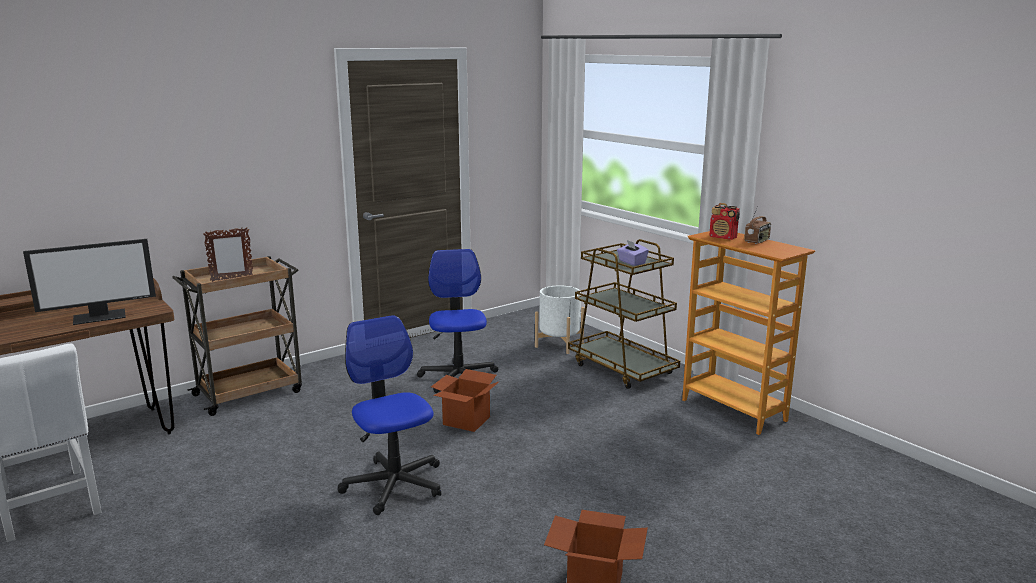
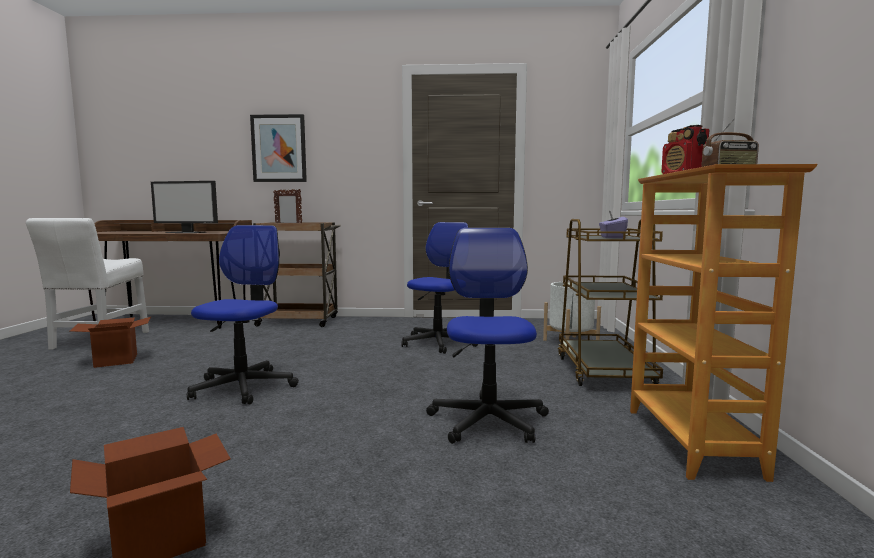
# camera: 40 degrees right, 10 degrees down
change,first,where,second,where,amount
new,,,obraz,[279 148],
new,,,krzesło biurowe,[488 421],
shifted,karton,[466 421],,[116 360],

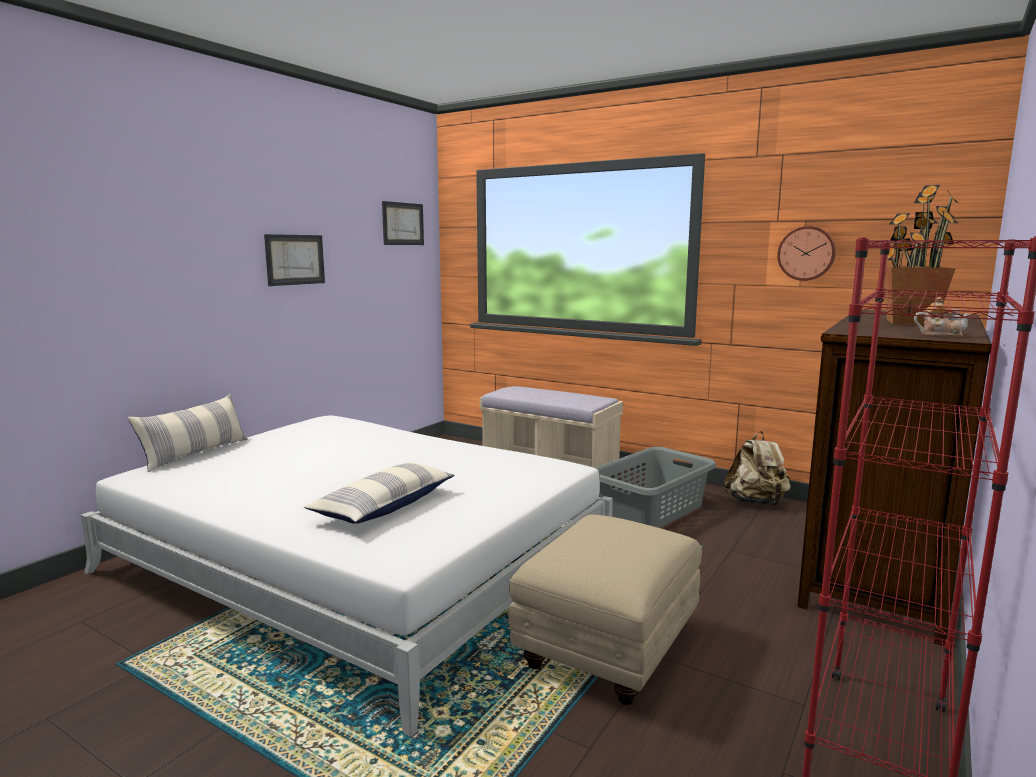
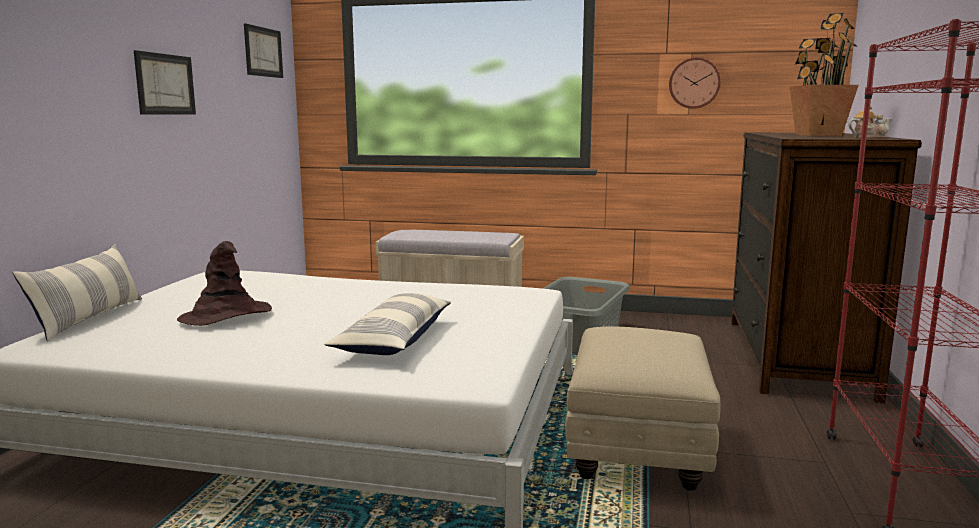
# camera: 20 degrees left, 0 degrees up
change,first,where,second,where,amount
gone,plecak/beżowy,[756 502],,,
new,,,kapelusz/brązowy,[226 315],

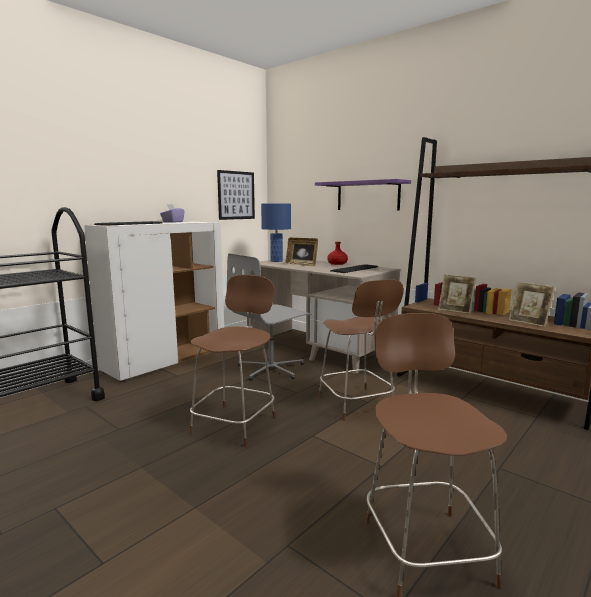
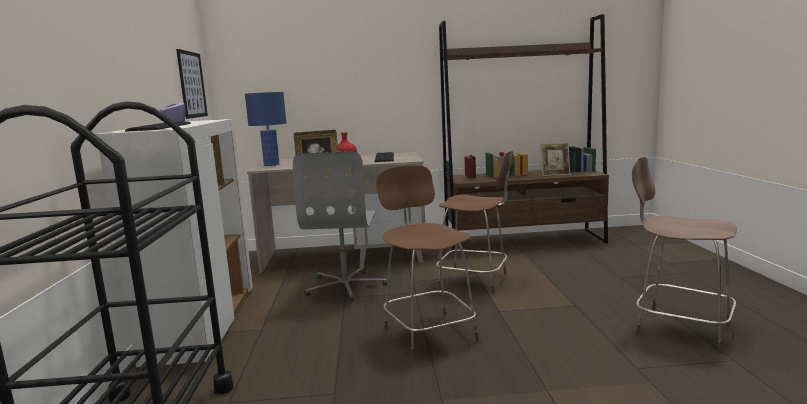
# camera: 45 degrees left, 0 degrees up
change,first,where,second,where,amount
gone,półka/fioletowy,[367 196],,,
gone,ramka na zdjęcie,[455 310],,,

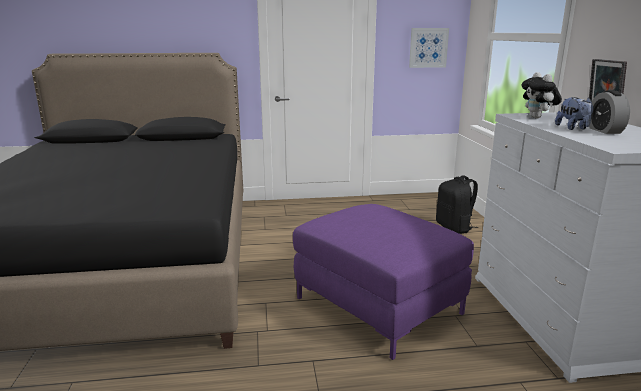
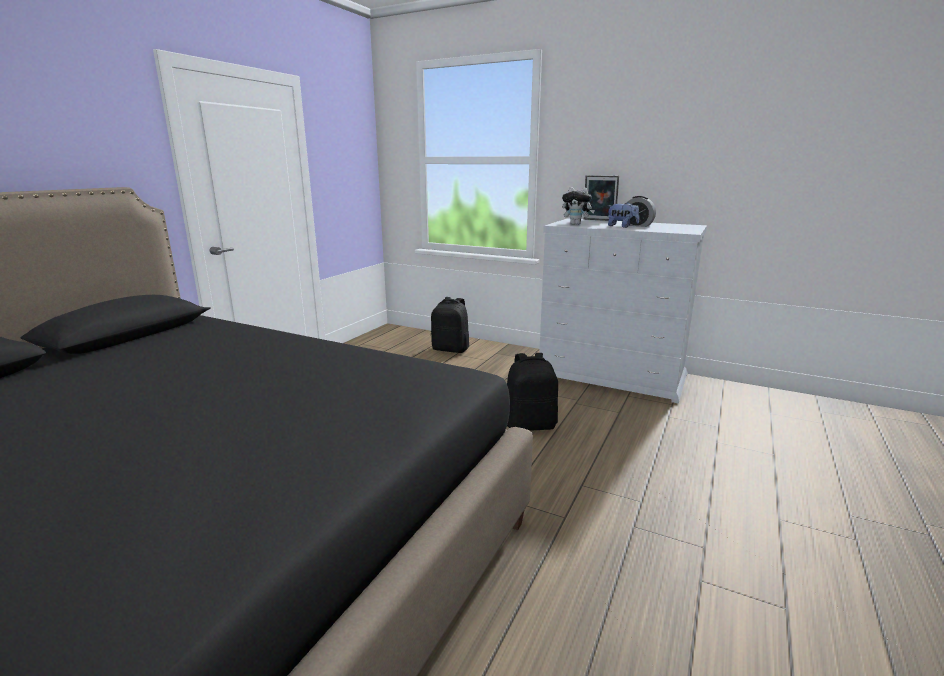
# camera: 55 degrees left, 0 degrees up
change,first,where,second,where,amount
gone,obraz,[428 47],,,
swapped,pufa/fioletowy,[379 306],plecak/czarny,[530 425],

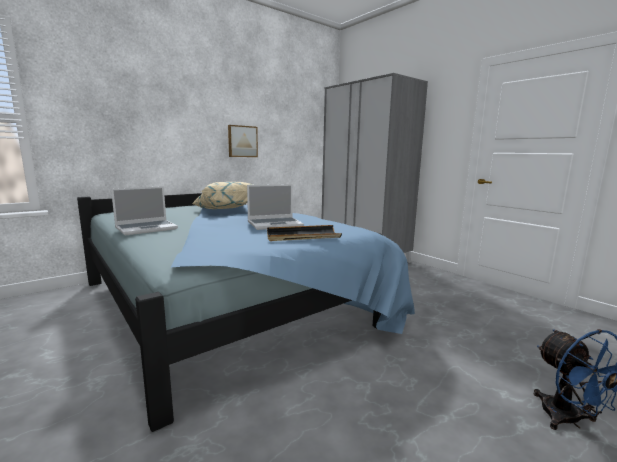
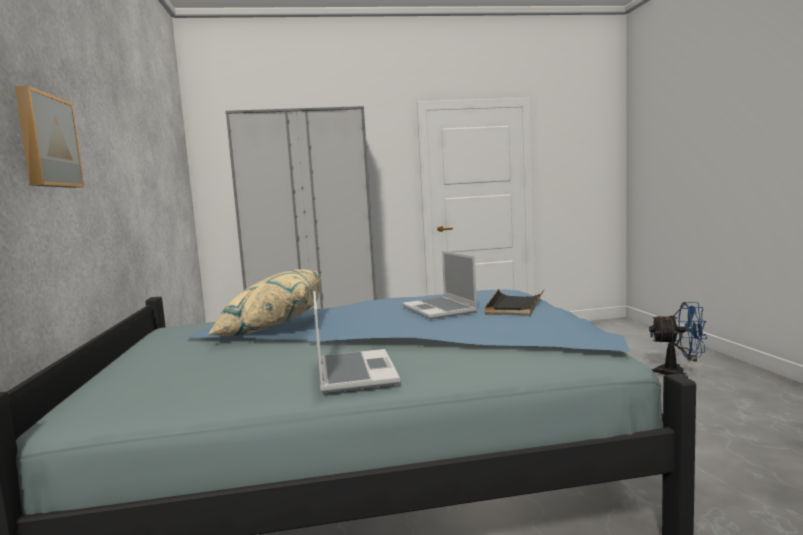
# camera: 60 degrees left, 5 degrees down
change,first,where,second,where,amount
shifted,obraz,[242 141],,[46 141],
rotated,laptop,[275 224],,[440 310],150 degrees clockwise

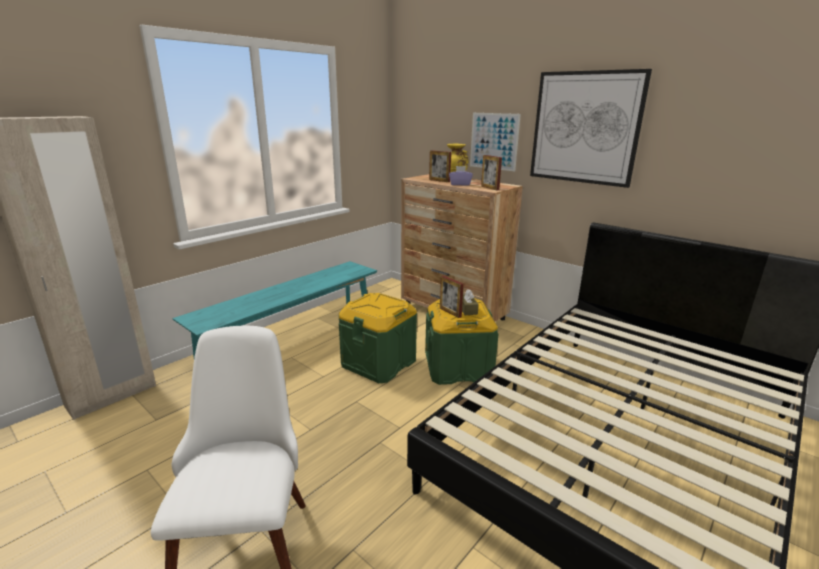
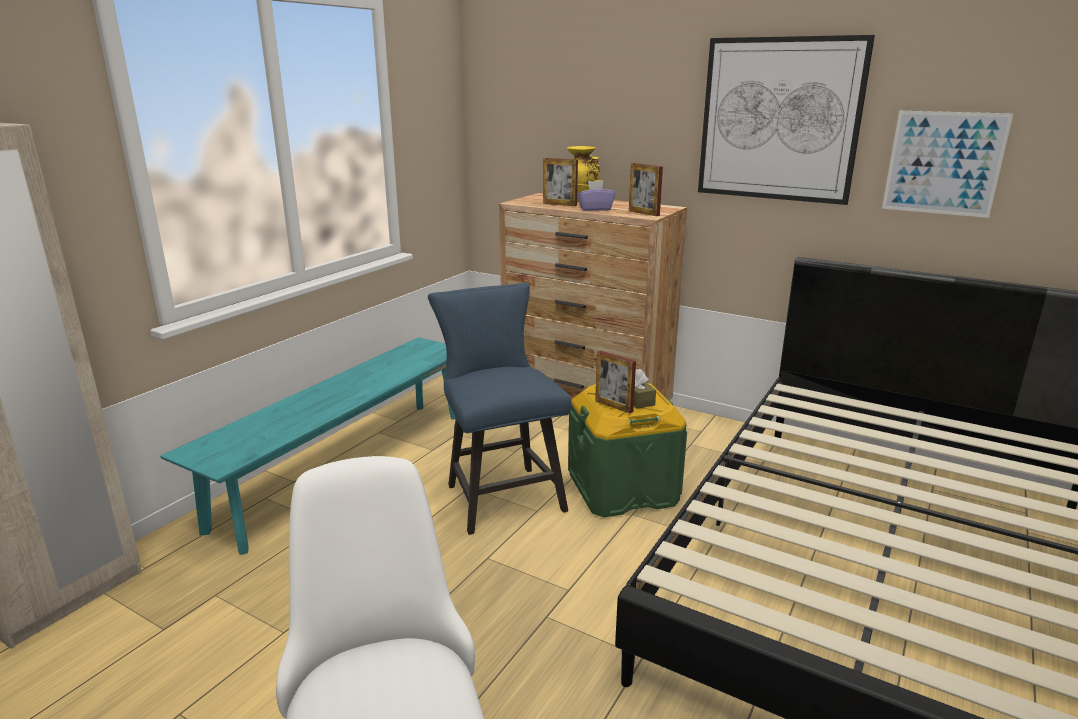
# camera: 10 degrees left, 0 degrees up
change,first,where,second,where,amount
shifted,obraz,[494 141],,[943 163],
swapped,pojemnik do przechowywania/zielony,[378 363],krzesło/niebieski,[500 494],

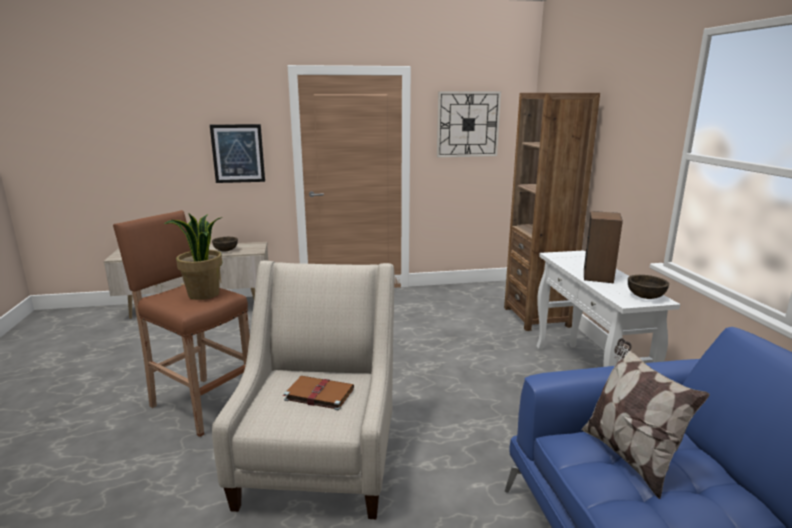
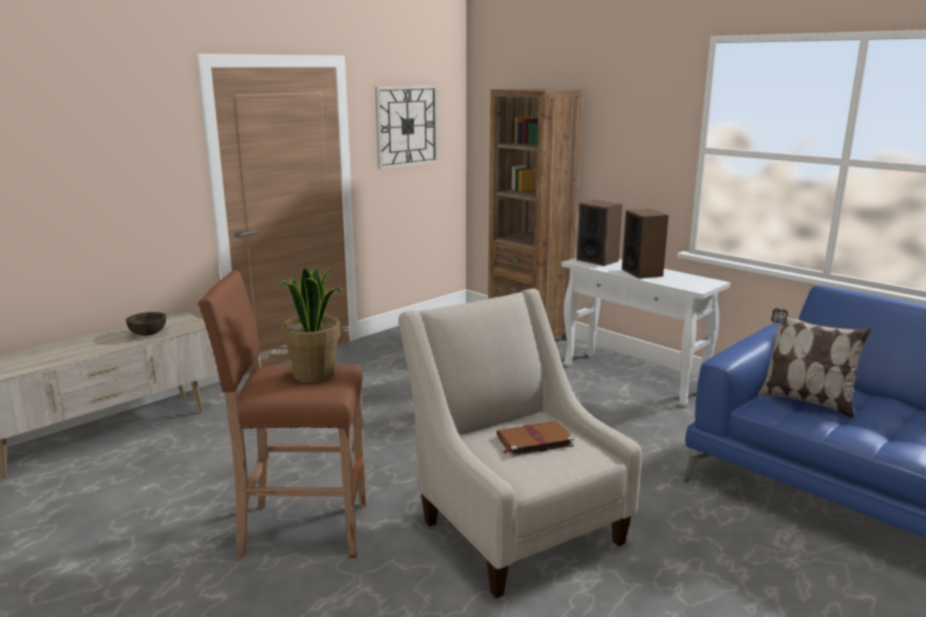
# camera: 35 degrees left, 0 degrees up
change,first,where,second,where,amount
gone,obraz,[238 153],,,
gone,miska/brązowy,[645 296],,,
new,,,głośnik,[597 260],

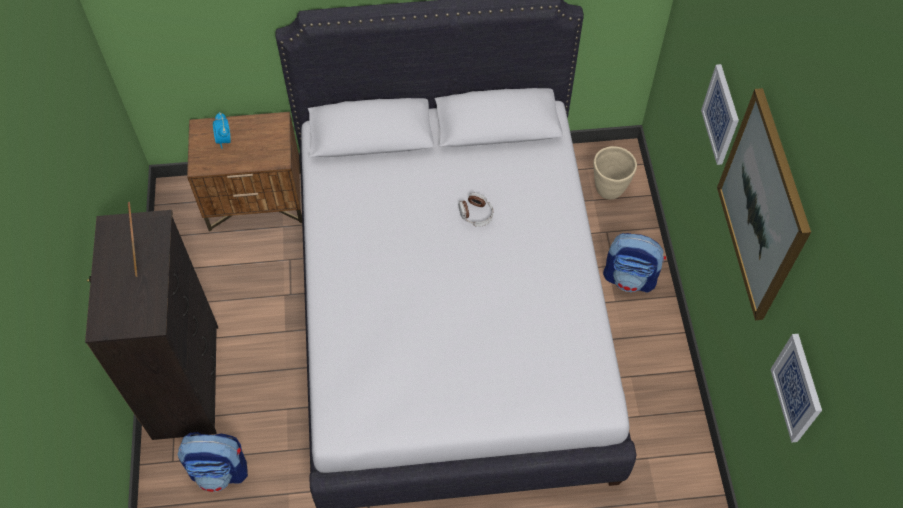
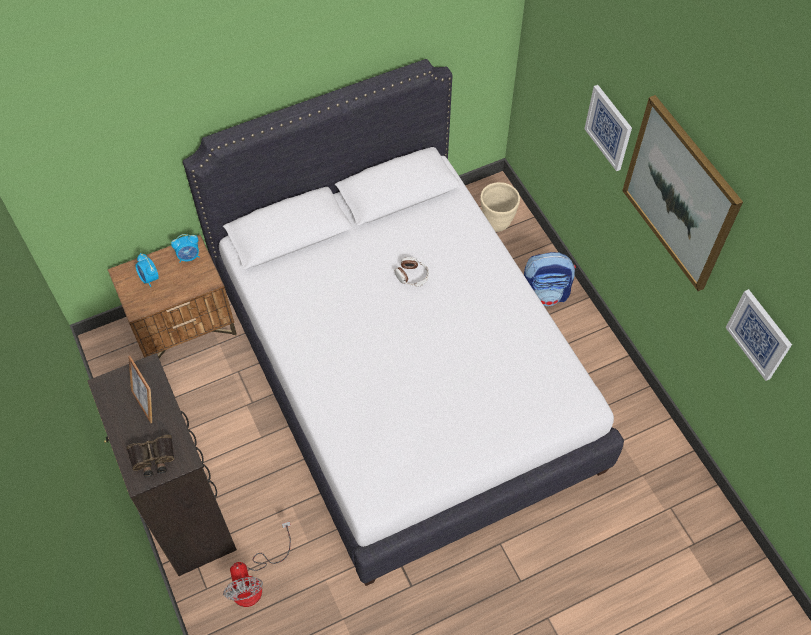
# camera: 20 degrees left, 0 degrees up
change,first,where,second,where,amount
new,,,lornetka,[152 458],
new,,,budzik,[189 256],
swapped,plecak,[220 471],wentylator,[254 581],

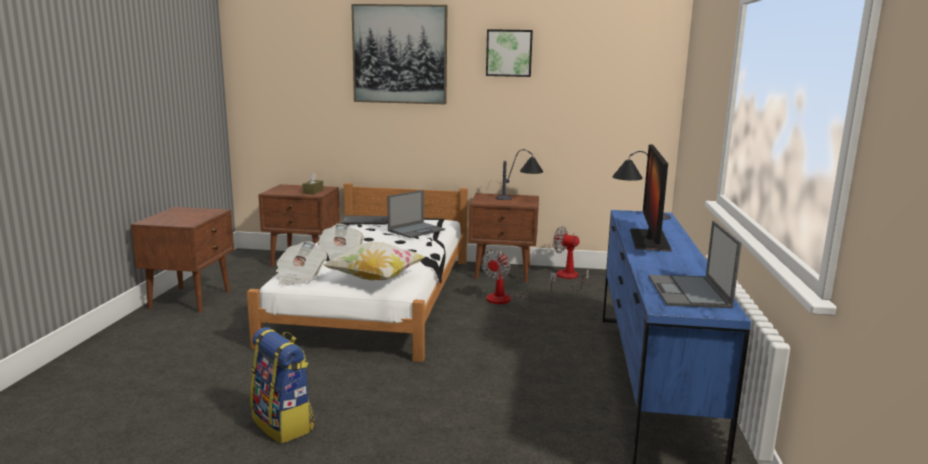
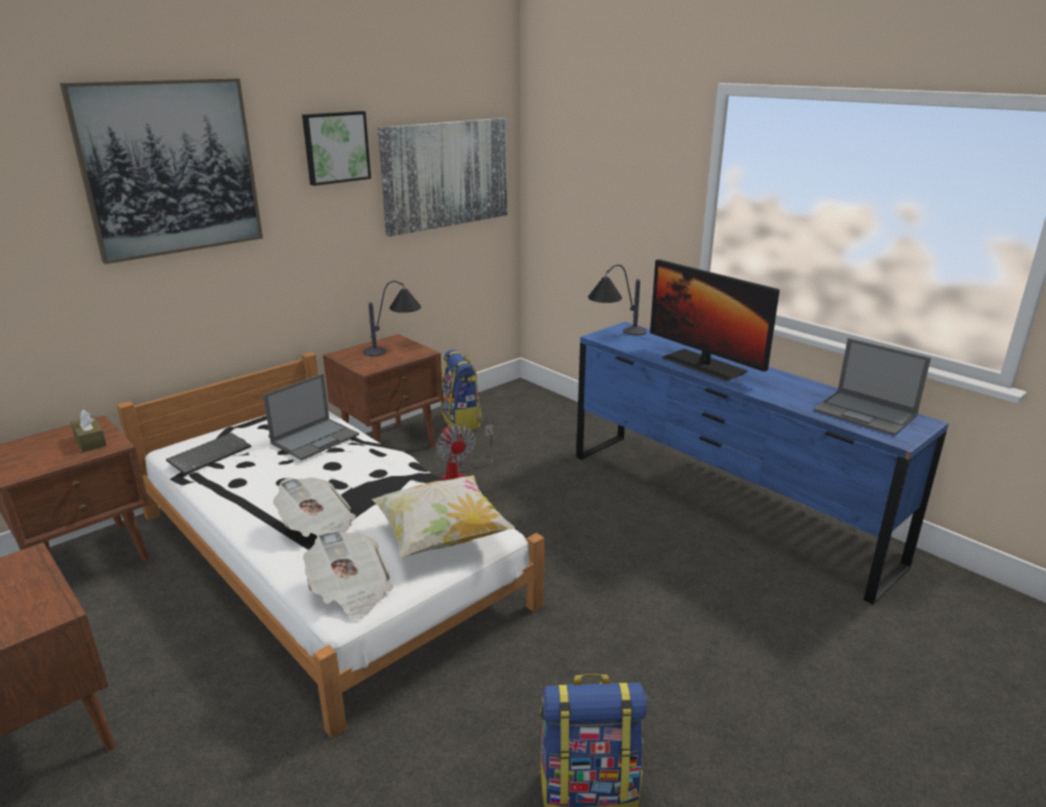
# camera: 50 degrees left, 10 degrees up
change,first,where,second,where,amount
new,,,obraz,[446 174],
swapped,wentylator,[569 278],plecak,[462 421],
rotated,laptop,[416 230],,[316 439],45 degrees clockwise

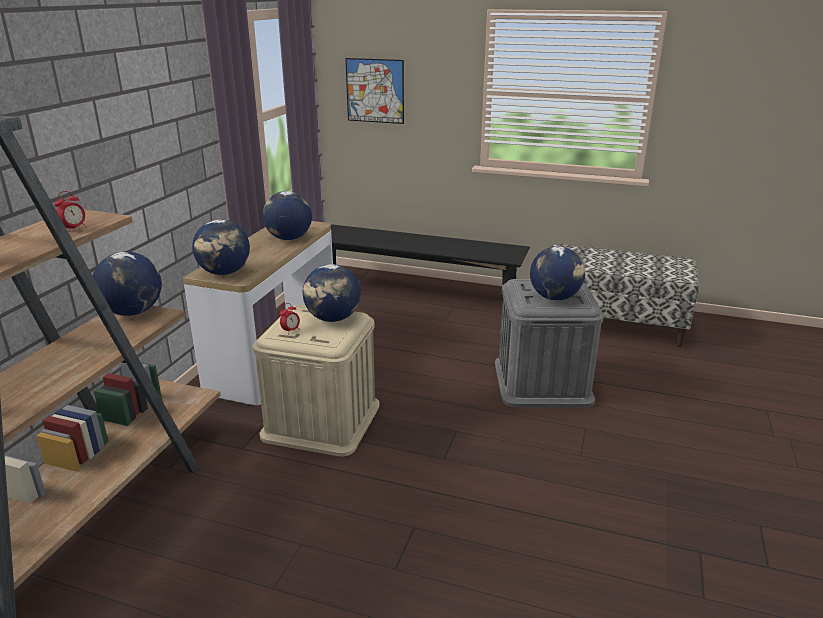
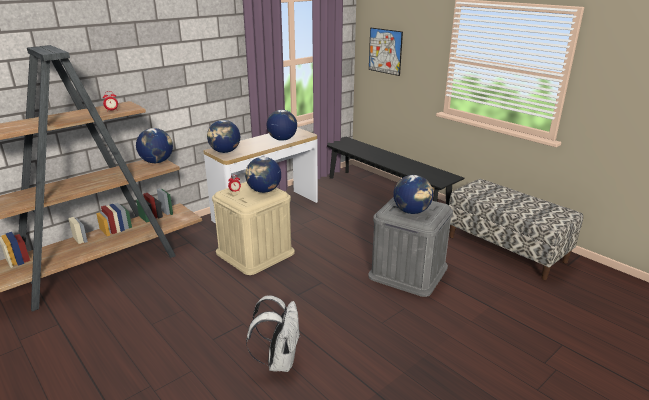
# camera: 30 degrees right, 0 degrees up
change,first,where,second,where,amount
new,,,plecak/biały,[279 361],

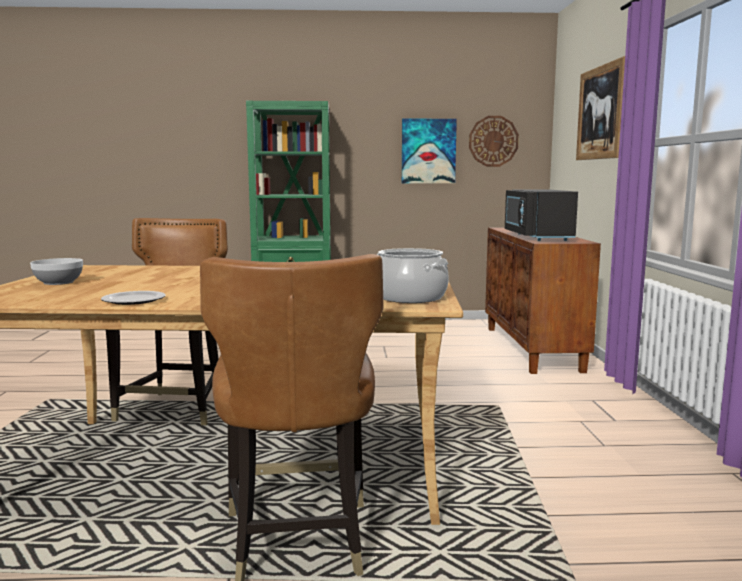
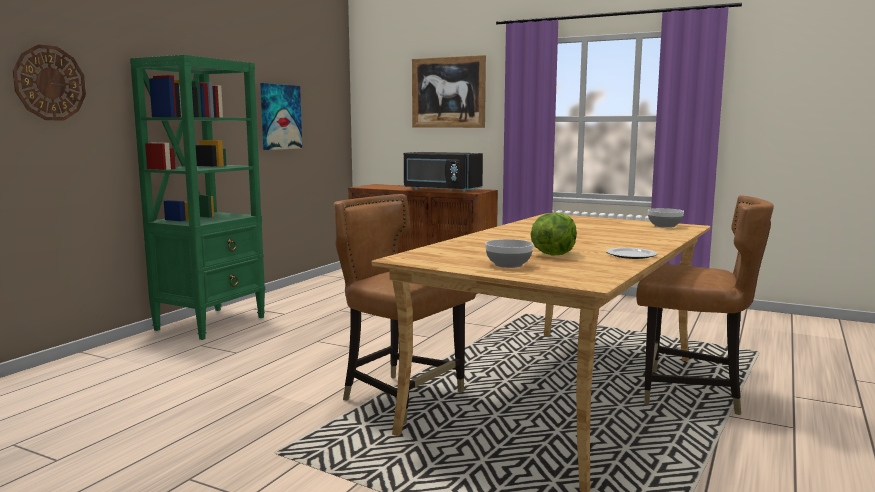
# camera: 60 degrees left, 0 degrees up
change,first,where,second,where,amount
new,,,sałata,[553 254],
shifted,zegar ścienny,[493 141],,[50 83],
swapped,garnek,[410 297],miska,[664 226],

